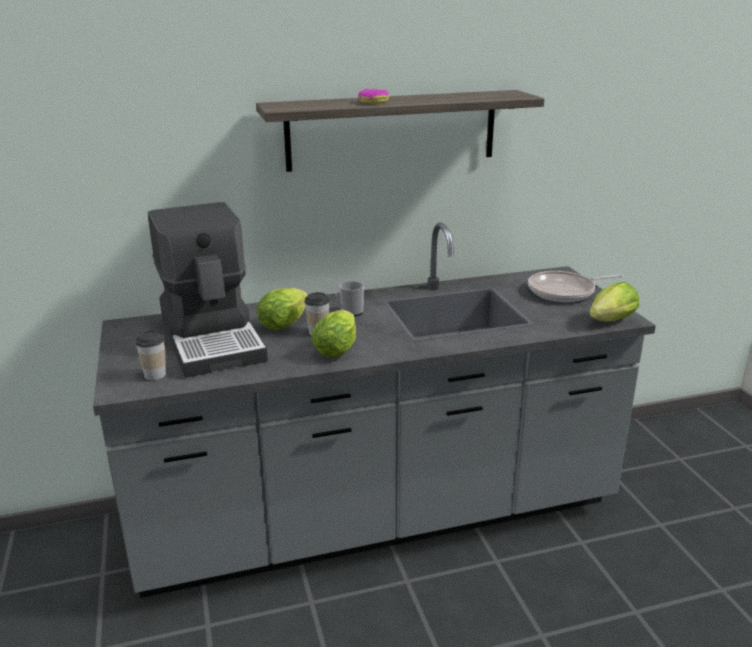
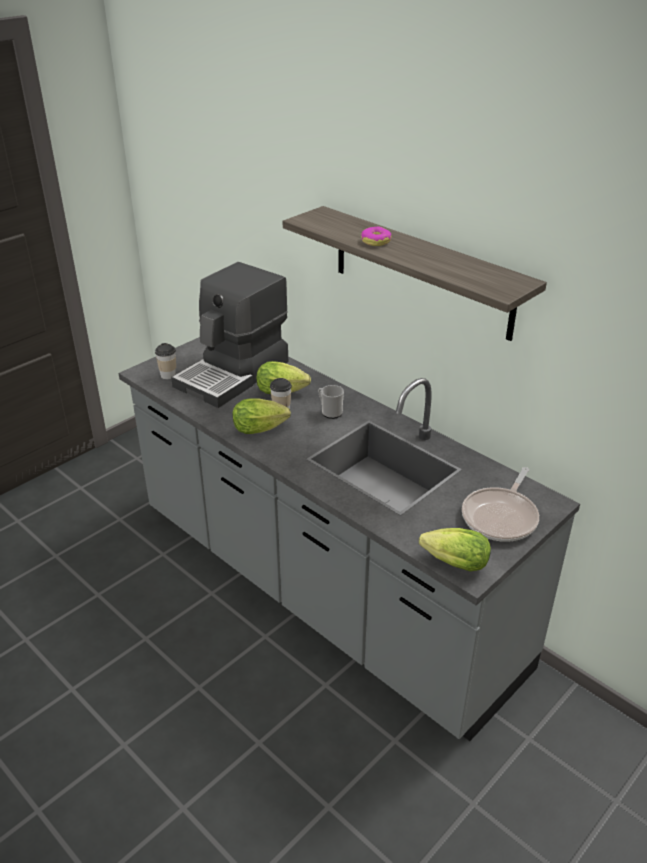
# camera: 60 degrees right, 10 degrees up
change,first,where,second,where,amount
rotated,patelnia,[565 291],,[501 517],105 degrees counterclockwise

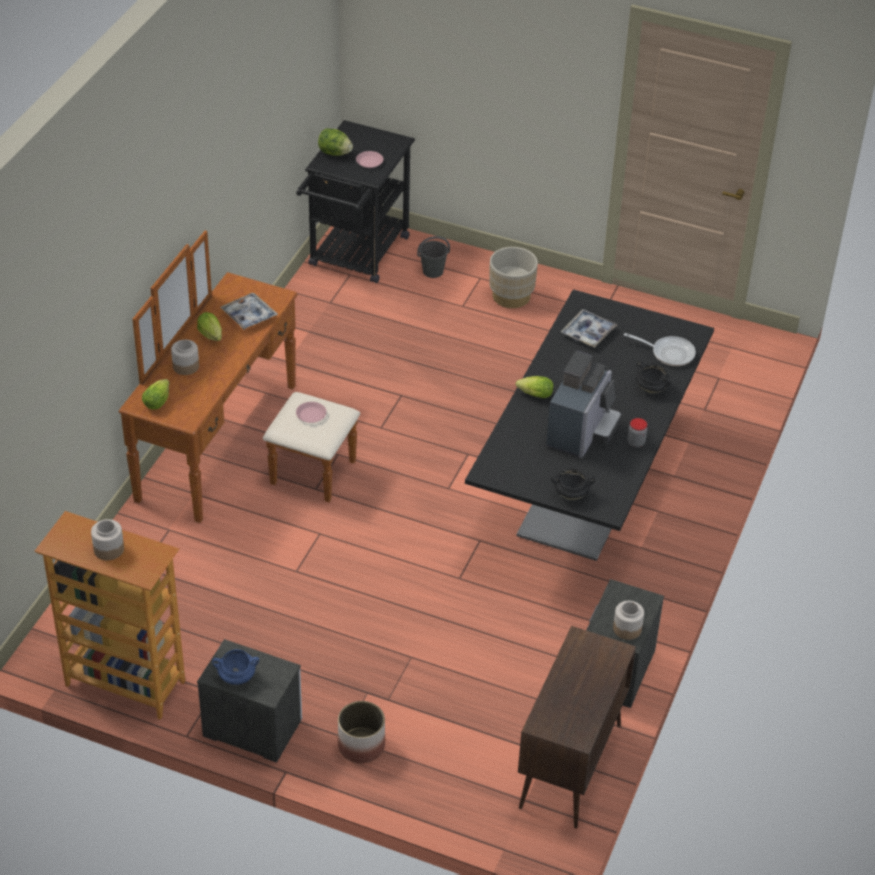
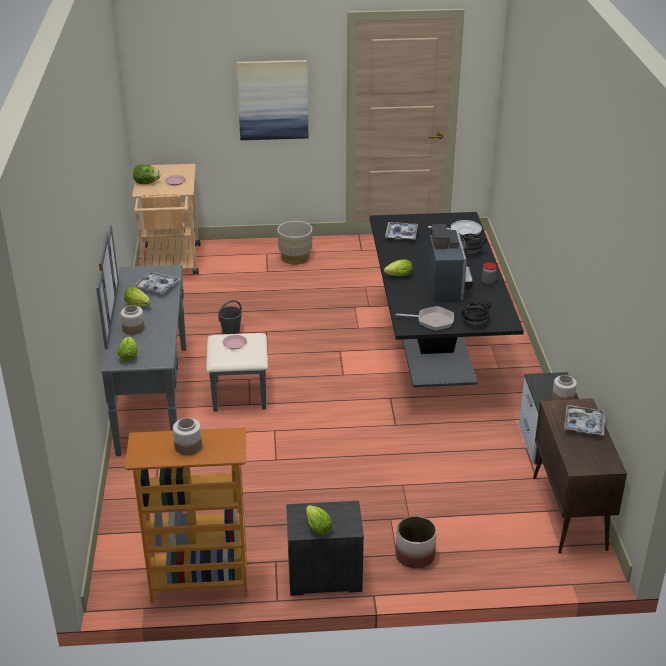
# camera: 25 degrees left, 10 degrees down
change,first,where,second,where,amount
new,,,obraz,[273 99],
new,,,patelnia,[432 321],
new,,,taca,[584 424],
shifted,wiadro/szary,[433 271],,[231 331],
swapped,garnek/niebieski,[236 677],sałata,[317 526],
repainted,komoda/brązowy,[239 448],komoda/szary,[173 397],
repainted,wózek/czarny,[355 256],wózek/beżowy,[171 264],

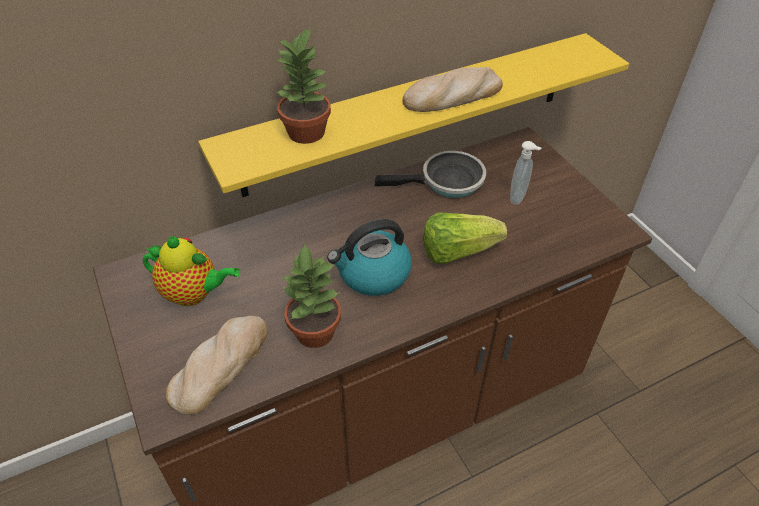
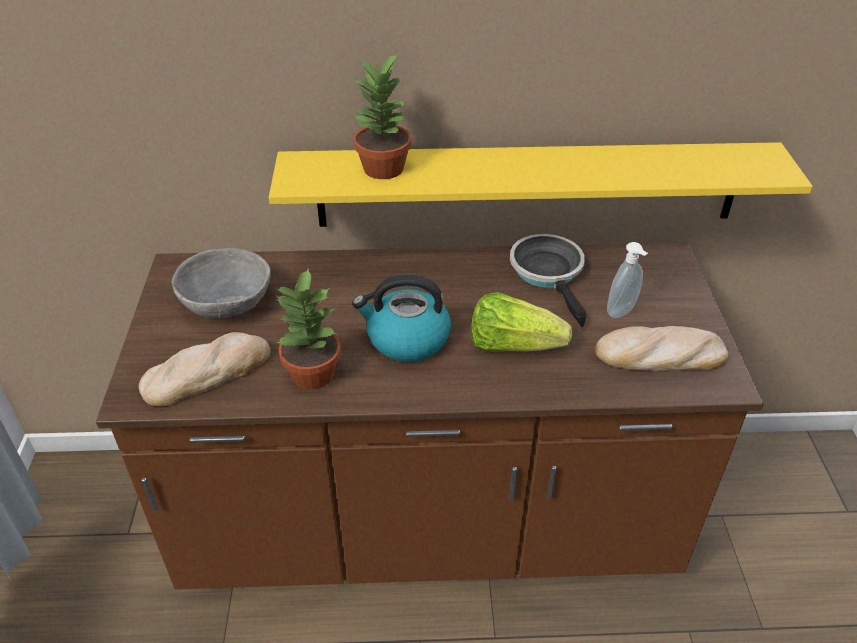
# camera: 25 degrees right, 5 degrees down
change,first,where,second,where,amount
shifted,chleb,[452 96],,[660 355],
swapped,imbryk,[194 294],miska/szary,[226 303],
rotated,patelnia,[447 182],,[549 273],120 degrees counterclockwise

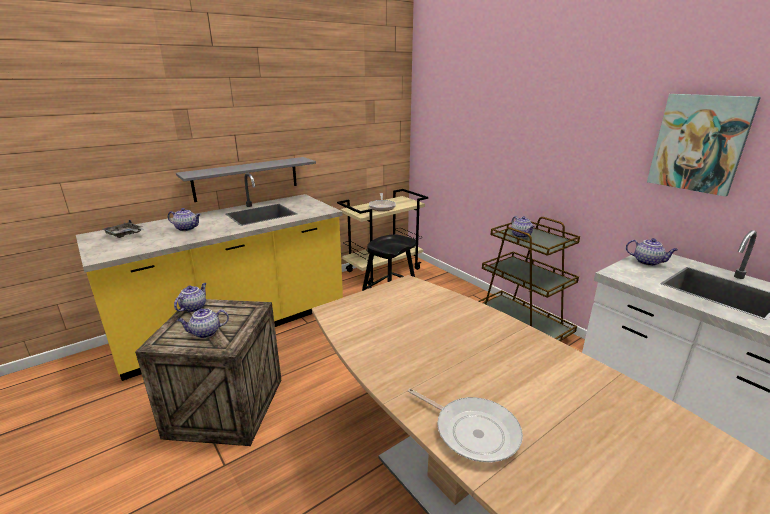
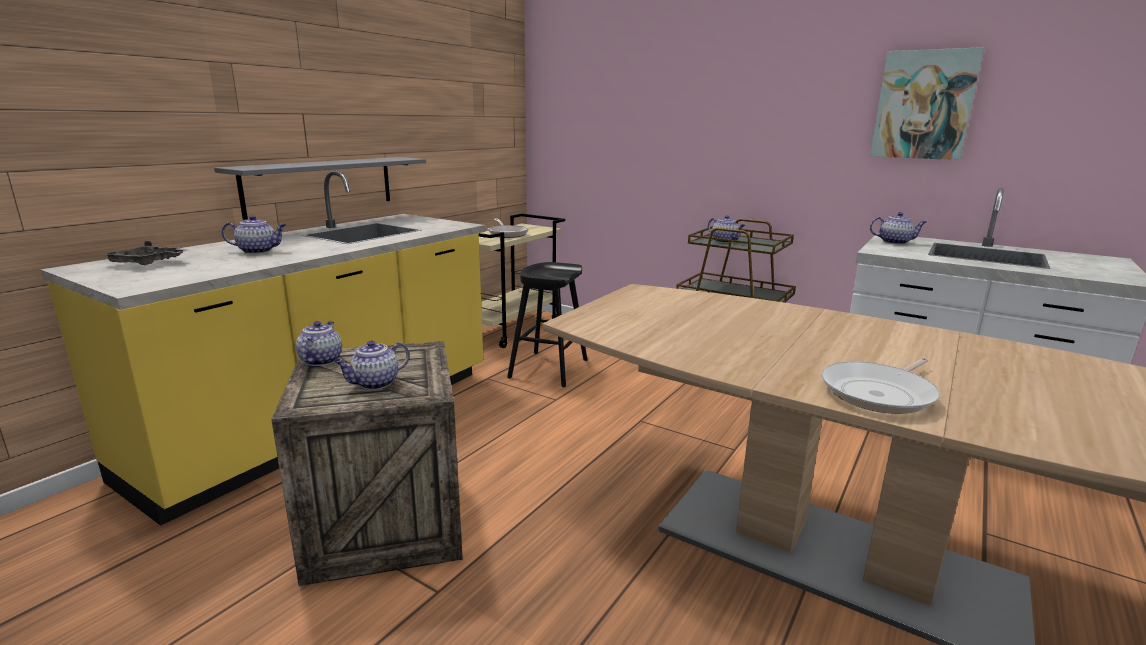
# camera: 20 degrees left, 5 degrees down
change,first,where,second,where,amount
rotated,patelnia,[472 431],,[880 393],120 degrees clockwise

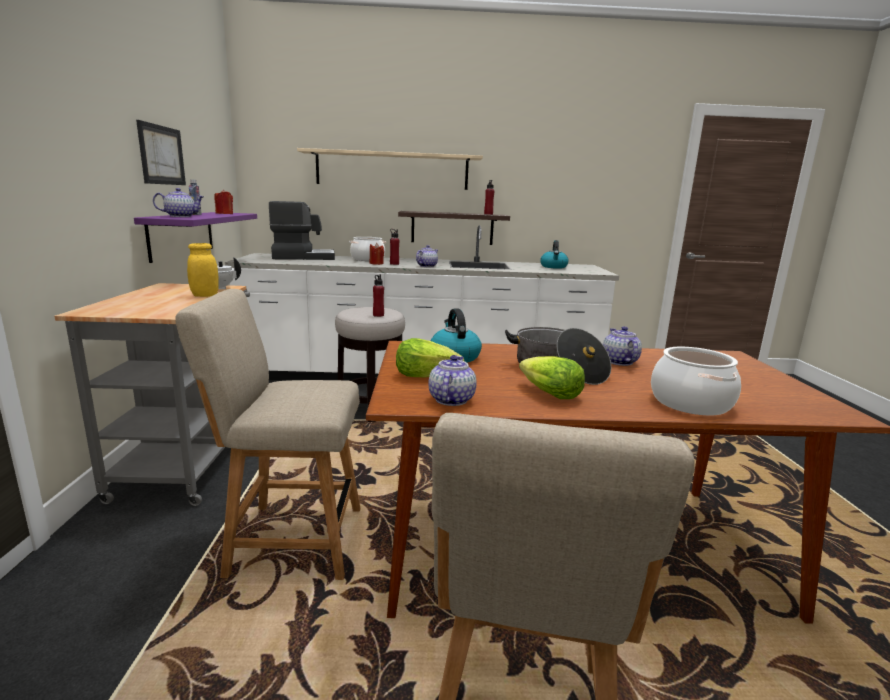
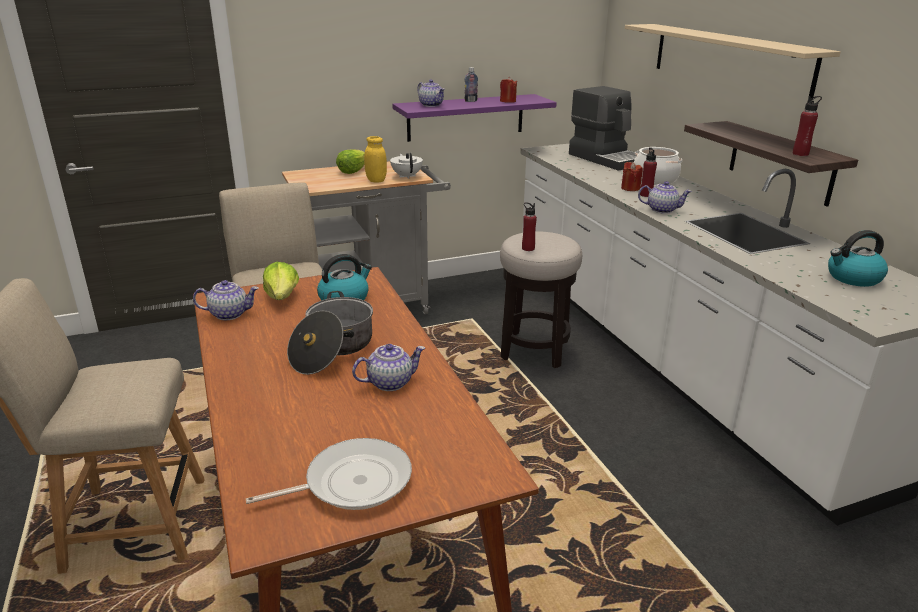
# camera: 70 degrees right, 10 degrees up
change,first,where,second,where,amount
gone,obraz,[161 155],,,
gone,garnek,[690 402],,,
new,,,patelnia,[352 482],
shifted,sałata,[549 394],,[352 171],

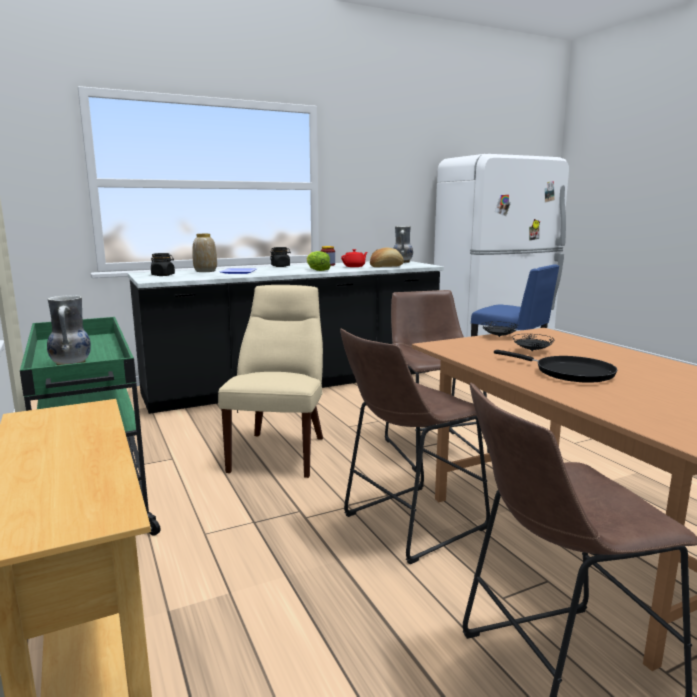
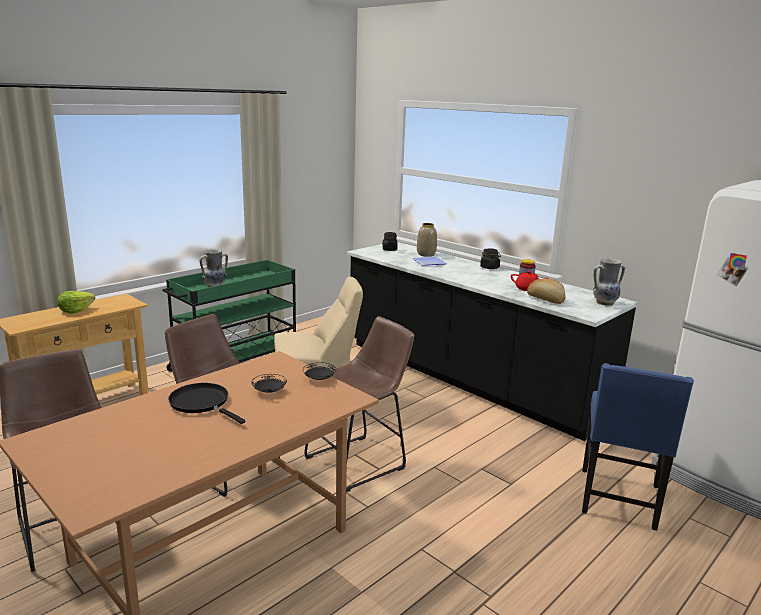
# camera: 70 degrees right, 5 degrees up
change,first,where,second,where,amount
shifted,sałata,[317 270],,[76 310],
rotated,patelnia/czarny,[568 372],,[202 403],105 degrees clockwise

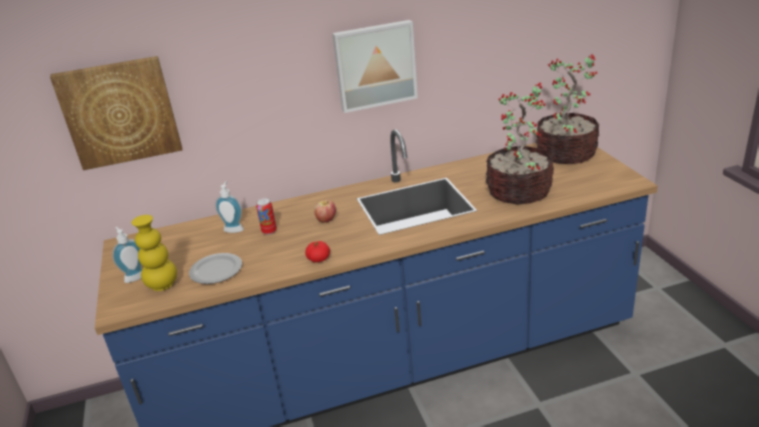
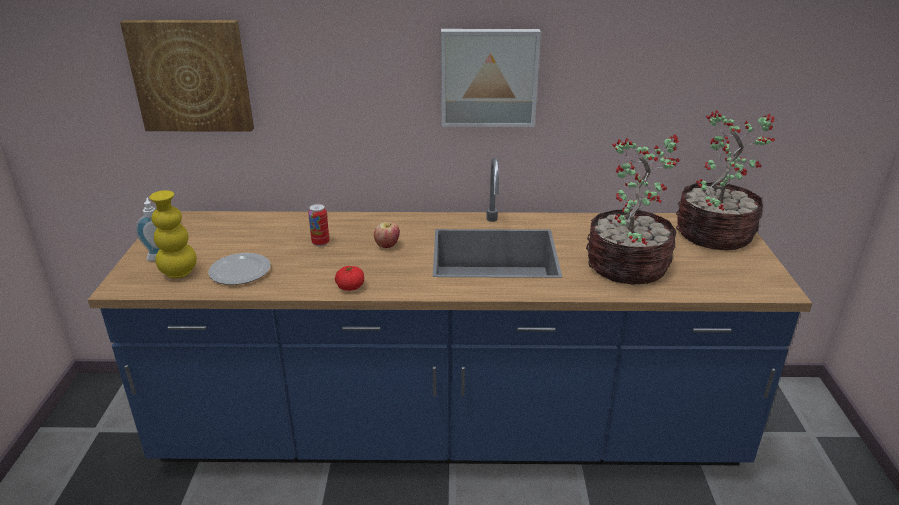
# camera: 15 degrees right, 0 degrees up
change,first,where,second,where,amount
gone,dozownik mydła,[234 229],,,

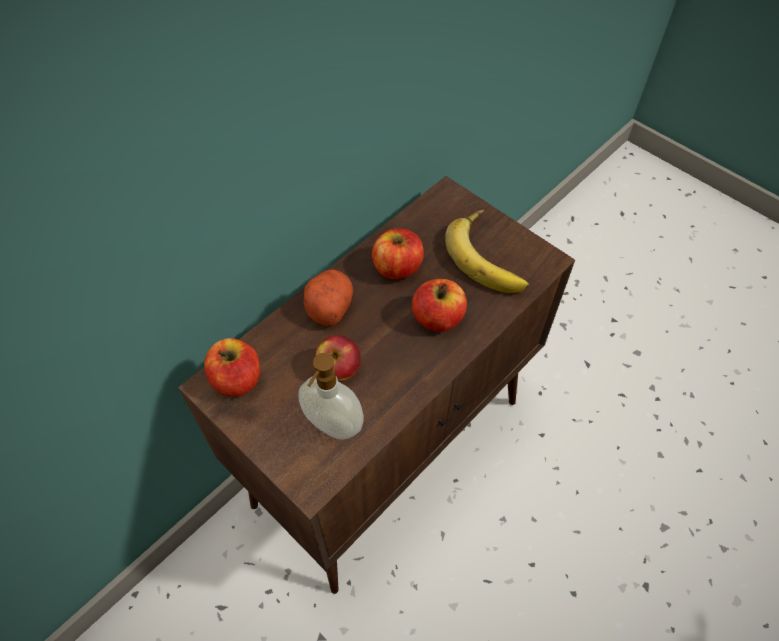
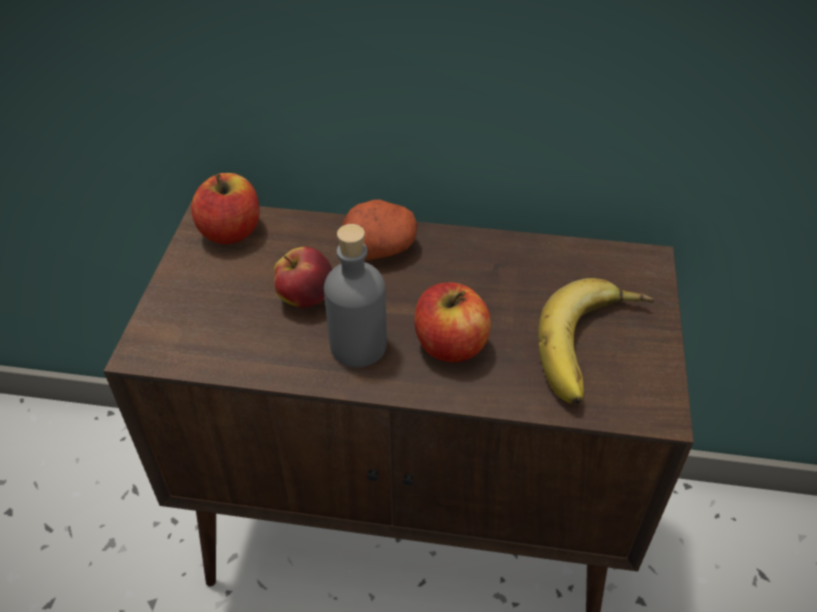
# camera: 55 degrees right, 10 degrees down
change,first,where,second,where,amount
gone,dozownik mydła,[332 426],,,
gone,jabłko,[397 267],,,
new,,,butelka/szary,[358 346],

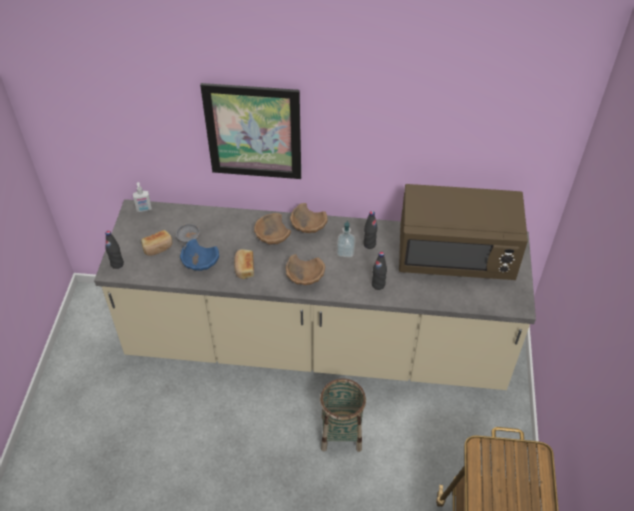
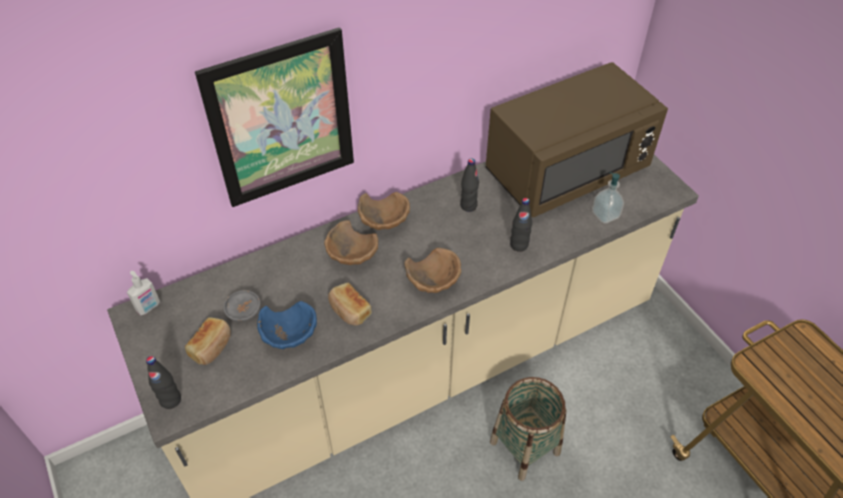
# camera: 35 degrees left, 0 degrees up
change,first,where,second,where,amount
shifted,dozownik mydła,[345 251],,[605 215],

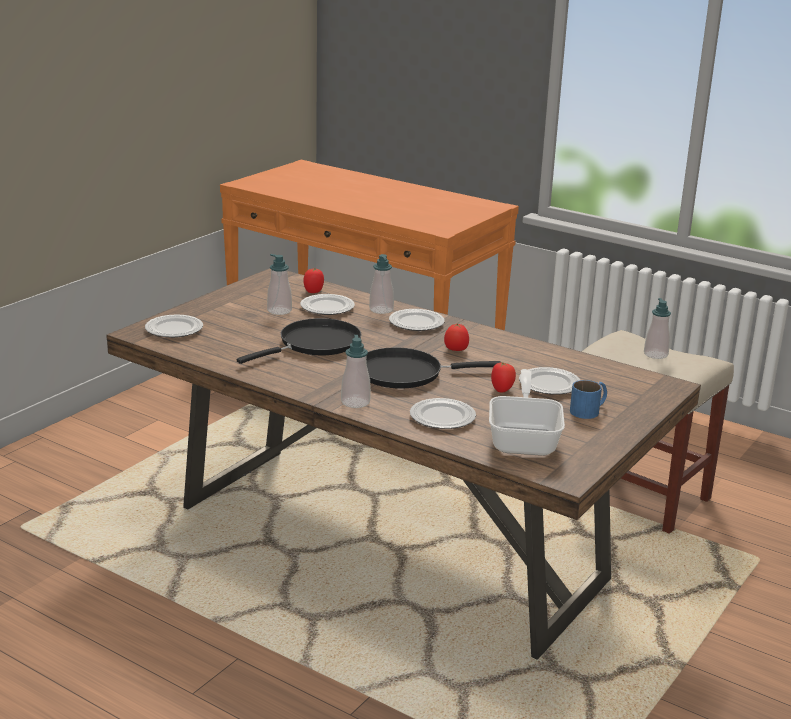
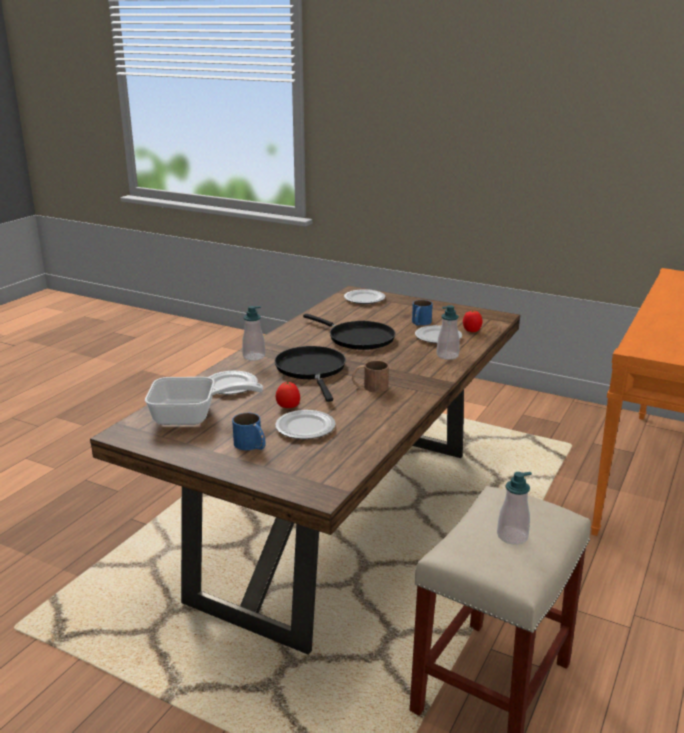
# camera: 85 degrees right, 0 degrees up
change,first,where,second,where,amount
gone,talerz,[417 323],,,
swapped,dozownik mydła,[279 311],kubek/niebieski,[420 323],
swapped,pomidor,[456 350],kubek/brązowy,[369 387],

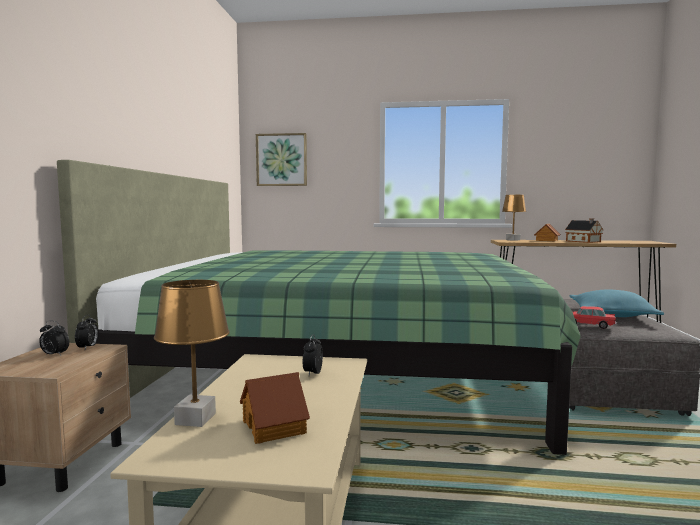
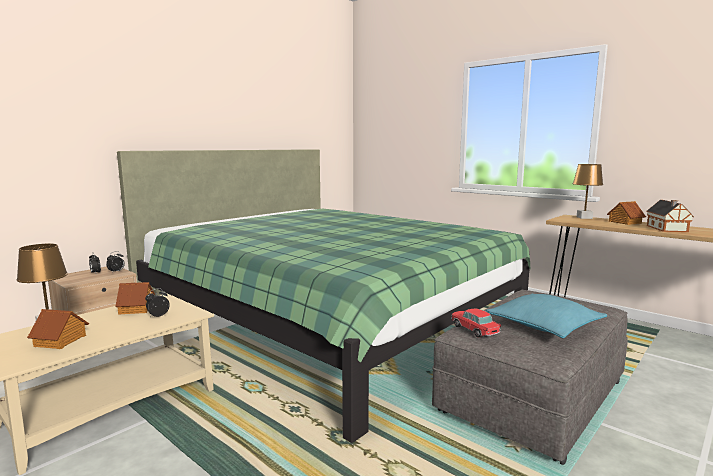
# camera: 35 degrees right, 5 degrees up
change,first,where,second,where,amount
gone,obraz,[281 160],,,
new,,,domek,[137 308],

